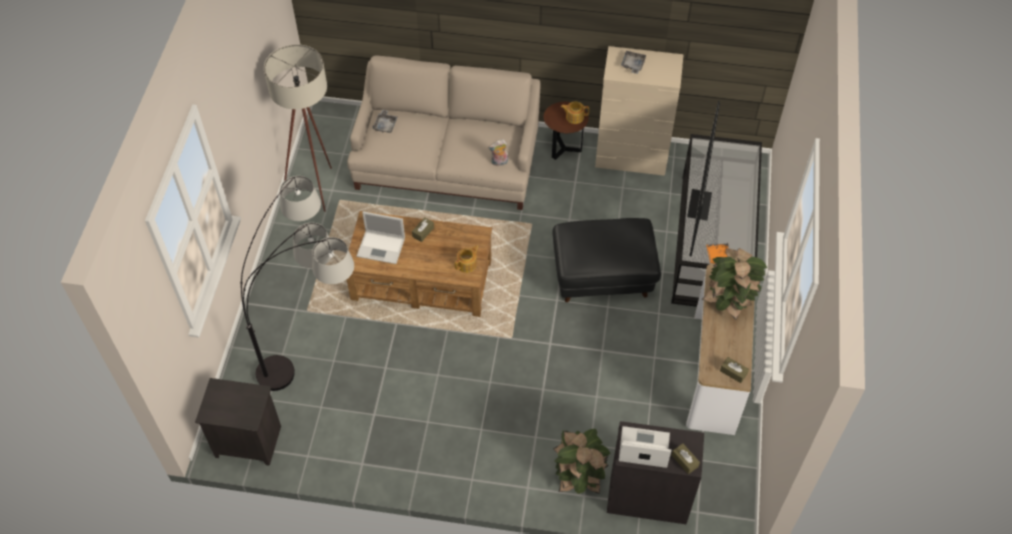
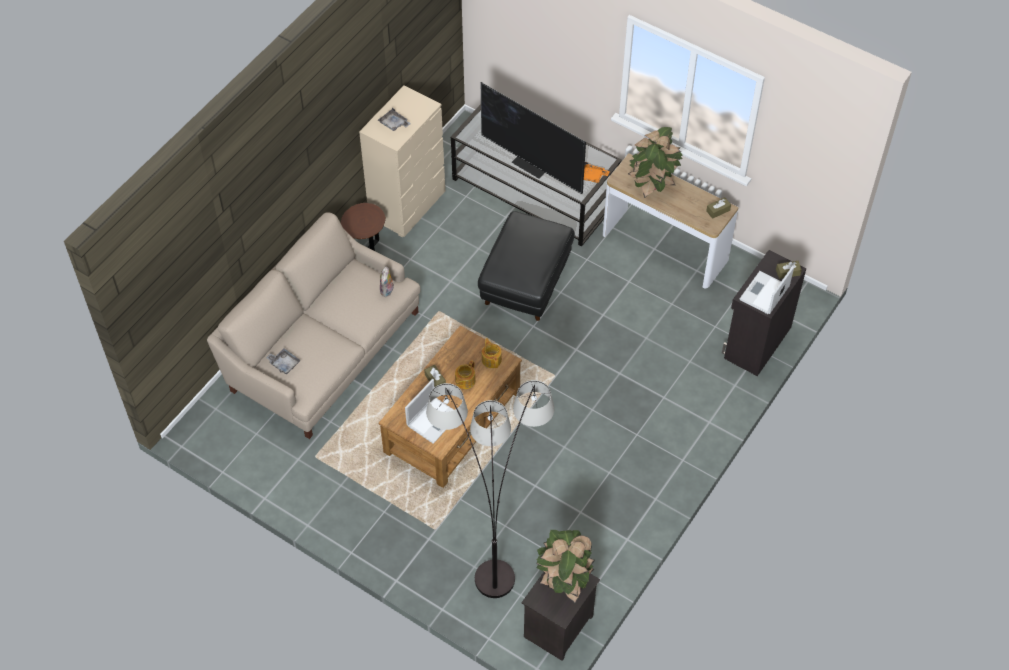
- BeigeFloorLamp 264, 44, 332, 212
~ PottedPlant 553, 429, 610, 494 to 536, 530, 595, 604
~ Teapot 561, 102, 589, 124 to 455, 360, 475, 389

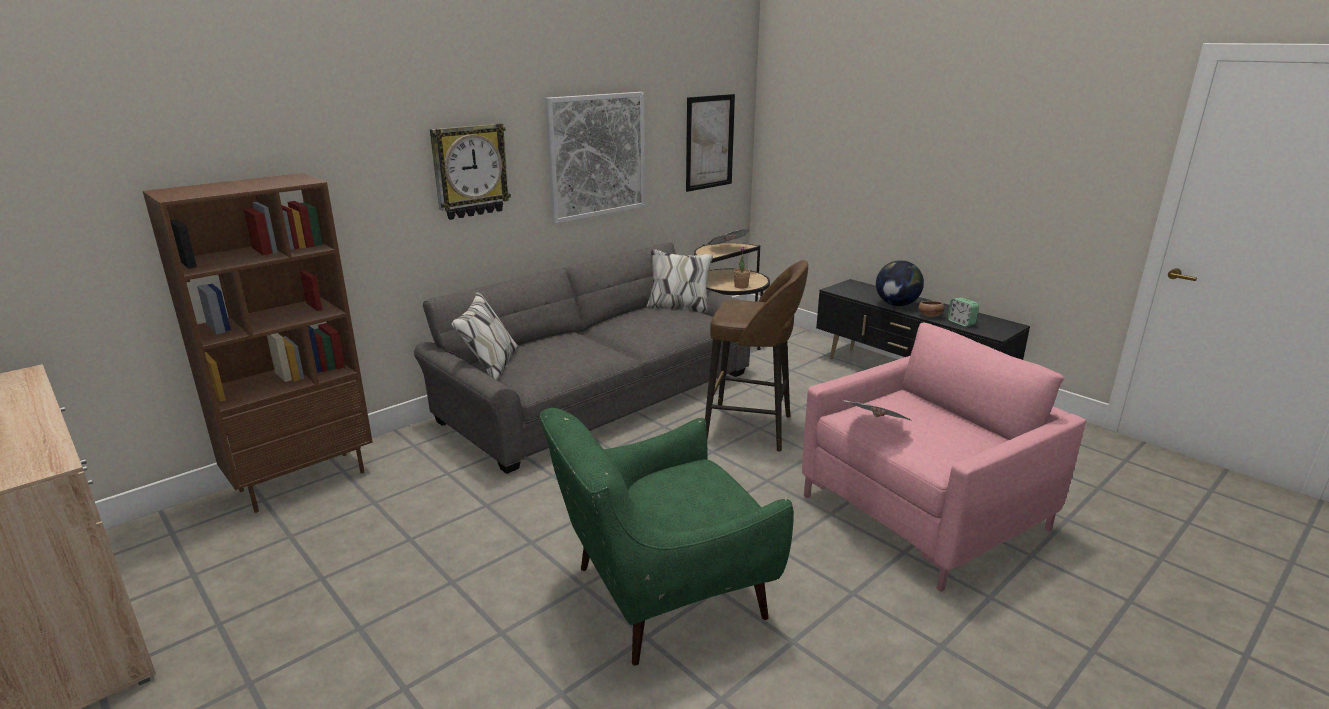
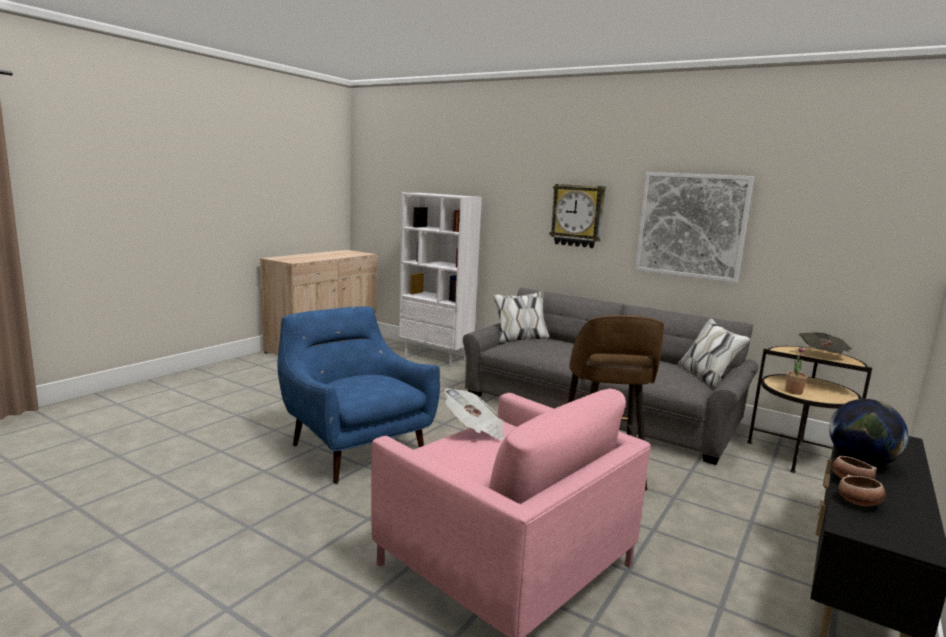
- Picture 686, 94, 735, 192
~ AlarmClock 948, 297, 979, 327 to Bowl 838, 475, 886, 506
~ BrownBookcase 143, 173, 373, 513 to WhiteBookcase 399, 193, 482, 366
~ GreenArmchair 540, 408, 794, 666 to BlueArmchair 277, 306, 440, 484

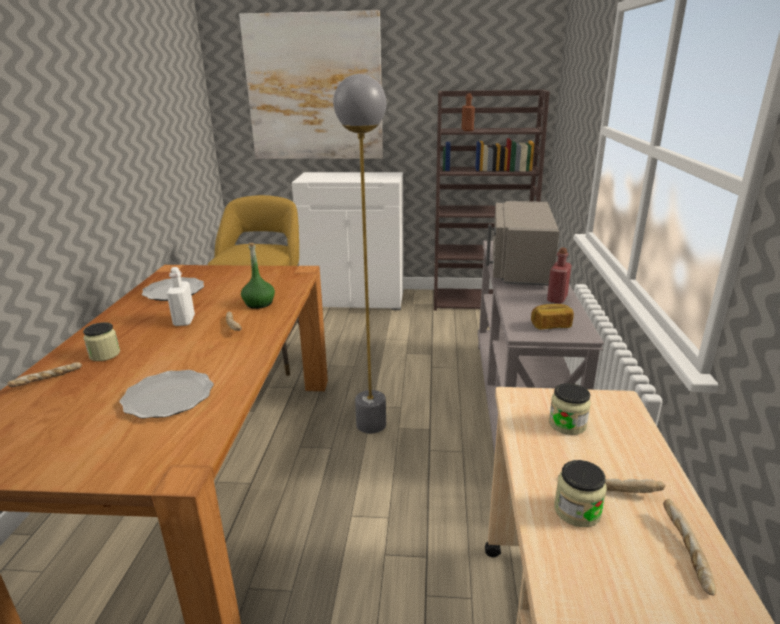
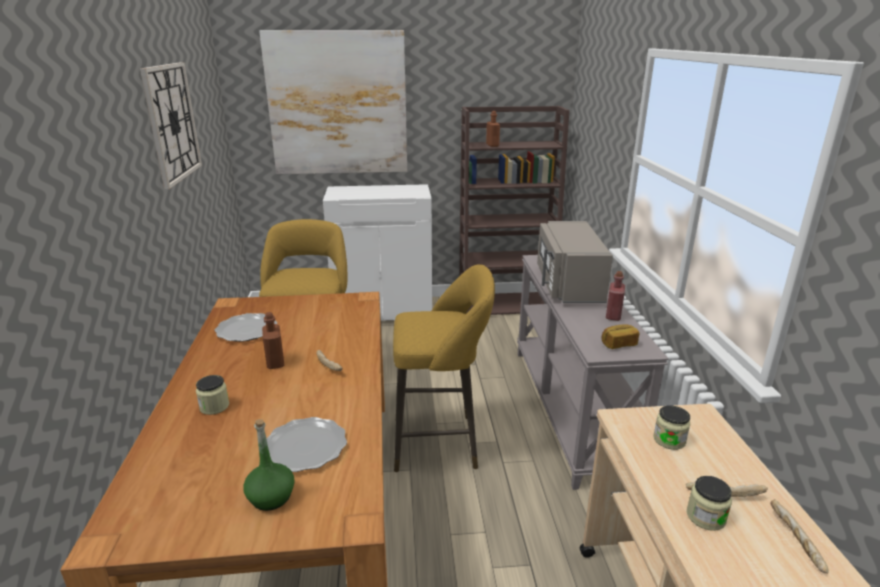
- Bread 7, 362, 82, 387
+ WallClock 140, 62, 202, 189
~ GreenBottle 241, 243, 275, 309 to 243, 419, 295, 511
~ GreyFloorLamp 333, 74, 386, 434 to YellowStool 393, 264, 495, 472
~ WhiteBottle 167, 267, 195, 326 to BrownBottle 262, 312, 284, 369

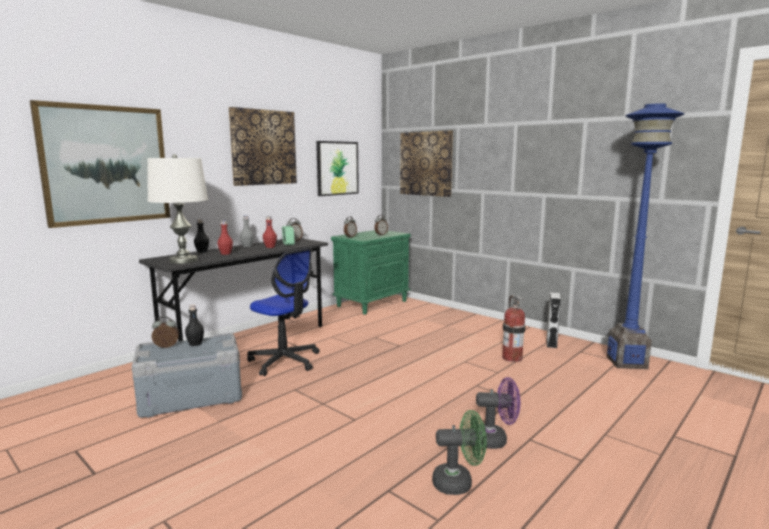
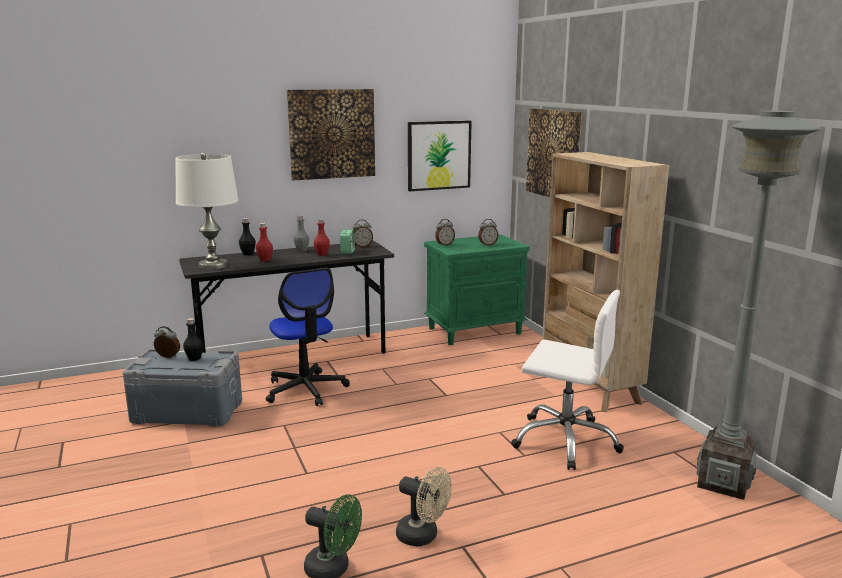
- Picture 30, 100, 170, 228
- GreySpeaker 546, 292, 561, 348
+ BeigeBookcase 542, 152, 669, 412
~ FireExtinguisher 502, 295, 525, 362 to WhiteOfficeChair 511, 290, 624, 470
~ PurpleFan 476, 377, 520, 449 to BeigeFan 396, 467, 451, 547
~ BlueFloorLamp 607, 103, 685, 369 to GreyFloorLamp 696, 111, 822, 500

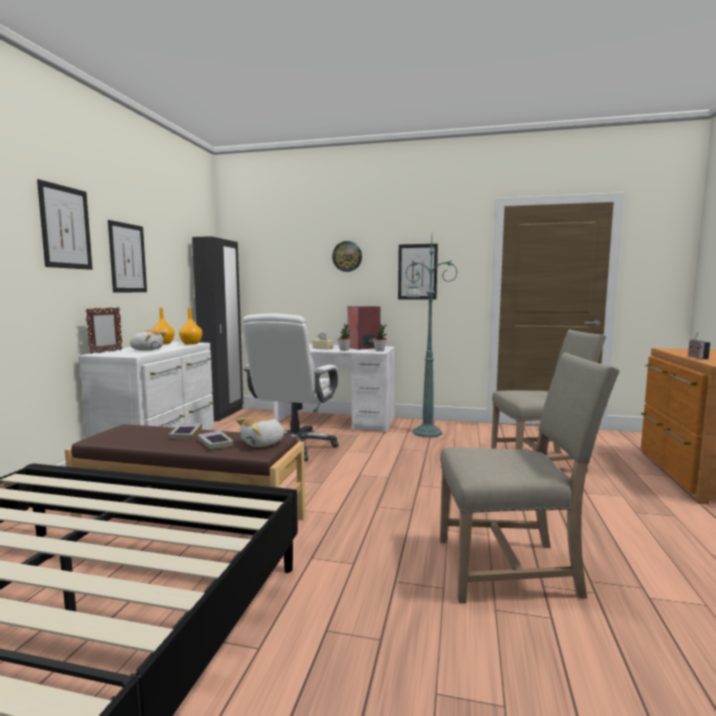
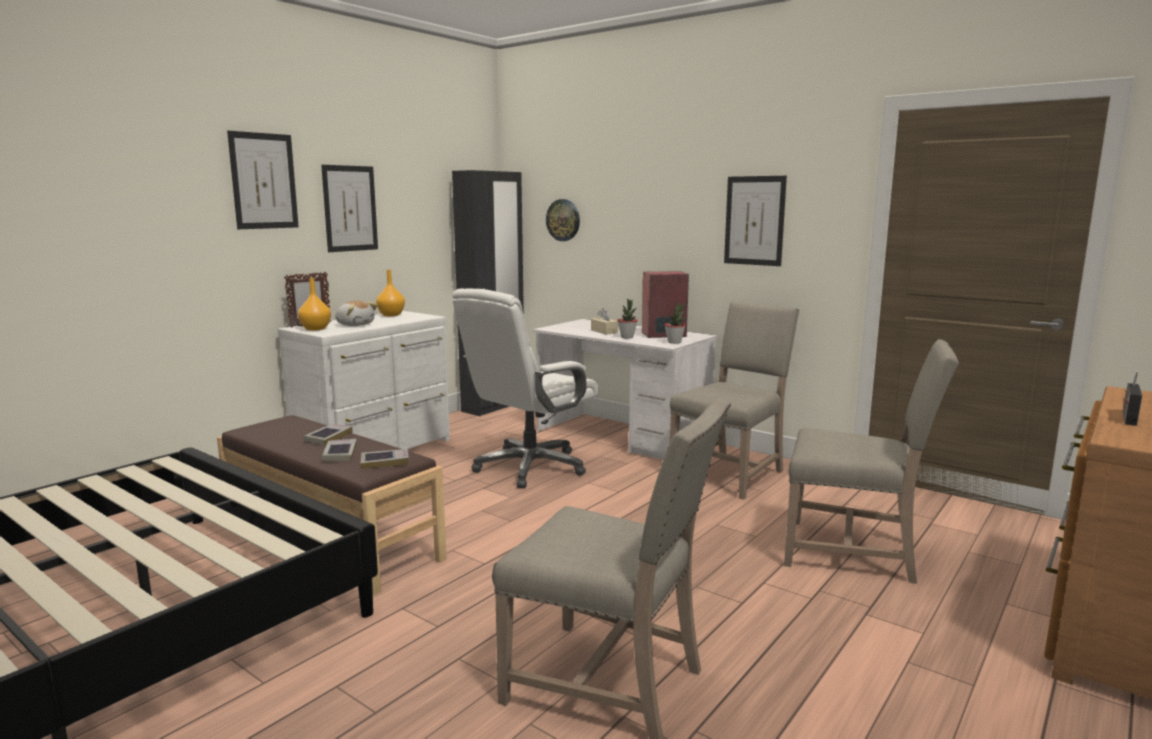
~ OrangeVase 179, 308, 202, 345 to 298, 278, 331, 331
~ WallClock 332, 241, 362, 272 to 546, 199, 580, 241
~ PlushToy 236, 416, 286, 447 to Book 361, 449, 409, 469
~ GreenFloorLamp 405, 239, 457, 437 to BeigeChair 670, 301, 799, 500

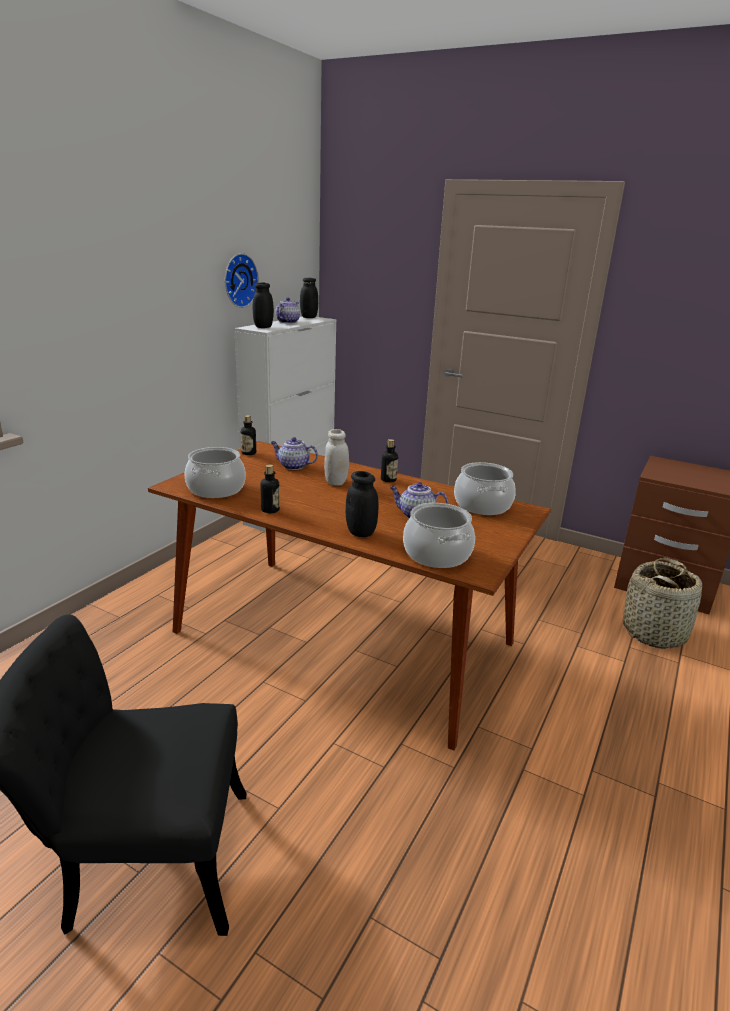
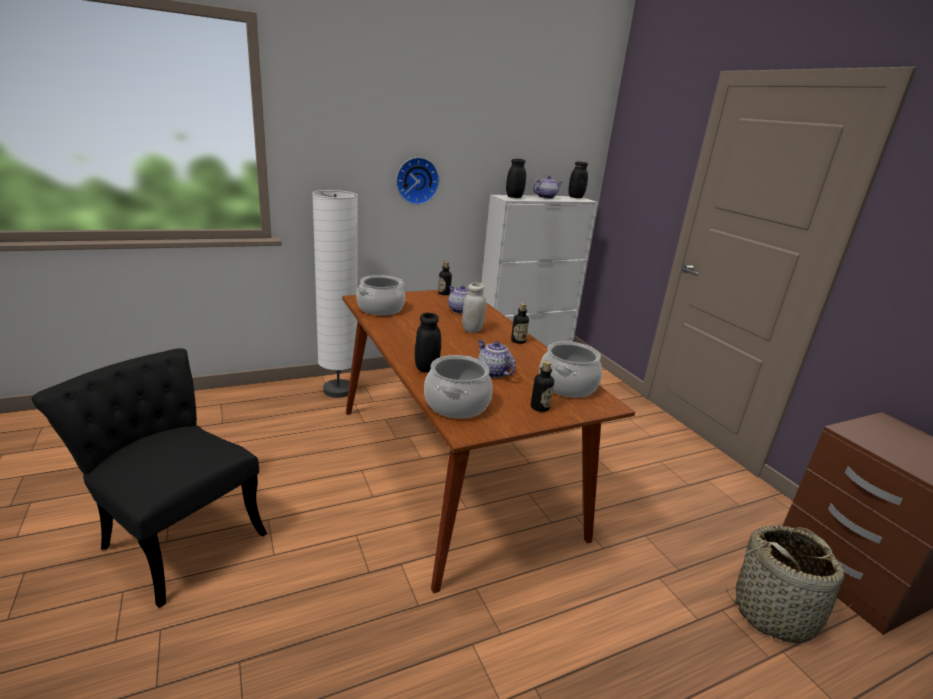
+ WhiteFloorLamp 312, 190, 358, 398
~ WallClock 225, 253, 259, 308 to 396, 157, 440, 205
~ Bottle 260, 464, 280, 513 to 531, 361, 554, 412

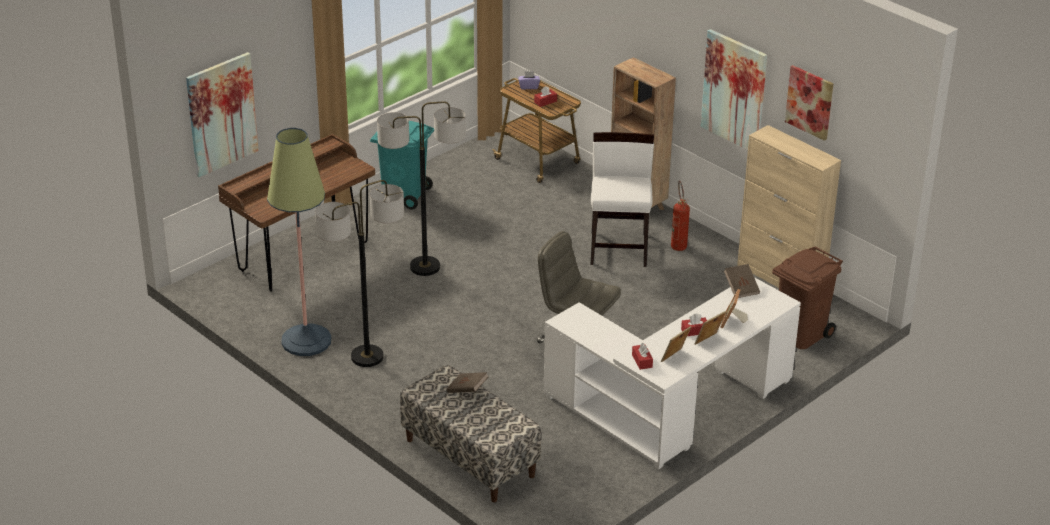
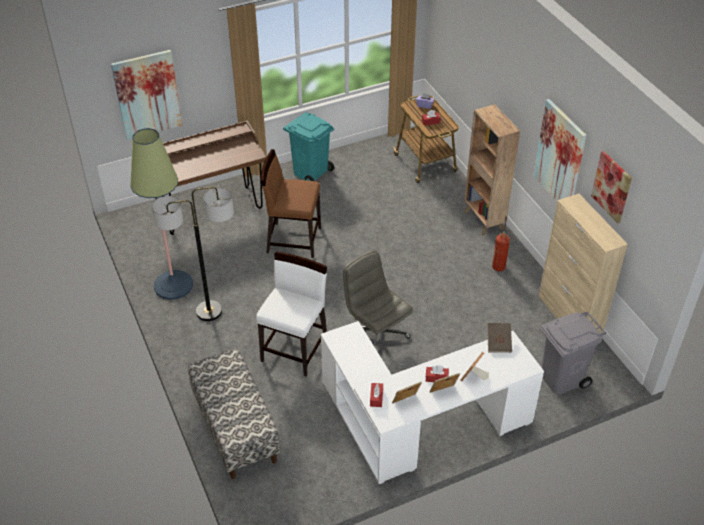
- BrownBook 446, 372, 489, 393
~ WhiteChair 590, 132, 654, 267 to 256, 252, 327, 376
~ FloorLamp 377, 101, 466, 276 to BrownChair 261, 149, 321, 258
~ BrownTrashCan 772, 247, 843, 349 to GreyTrashCan 540, 312, 606, 394

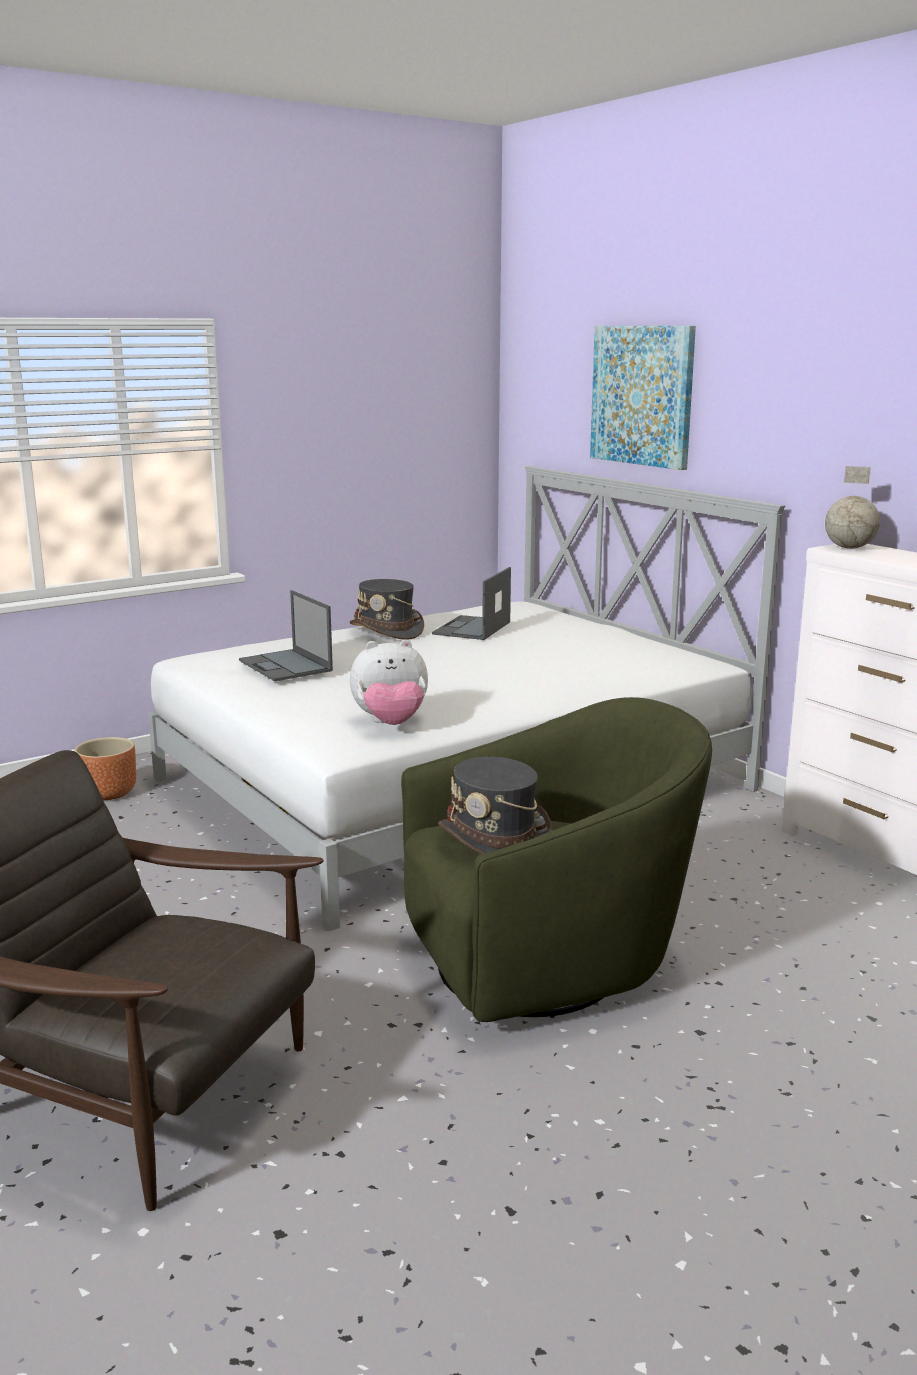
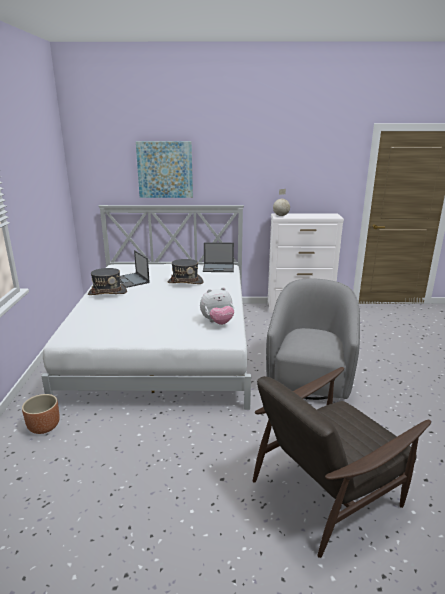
~ Laptop 239, 590, 333, 681 to 203, 242, 234, 272
~ GreyHat 438, 757, 552, 854 to 168, 259, 203, 284
~ GreenArmchair 401, 697, 712, 1022 to GreyArmchair 266, 278, 360, 400
~ PlushToy 350, 639, 428, 725 = 200, 287, 234, 325 45 degrees clockwise

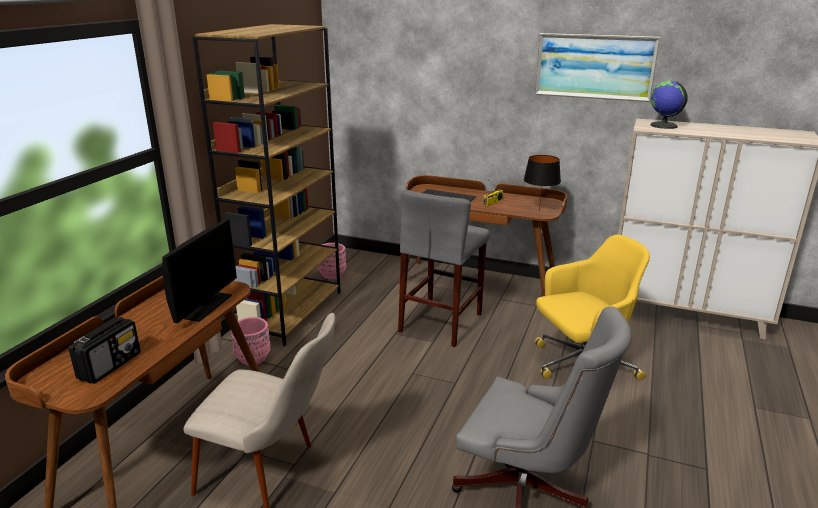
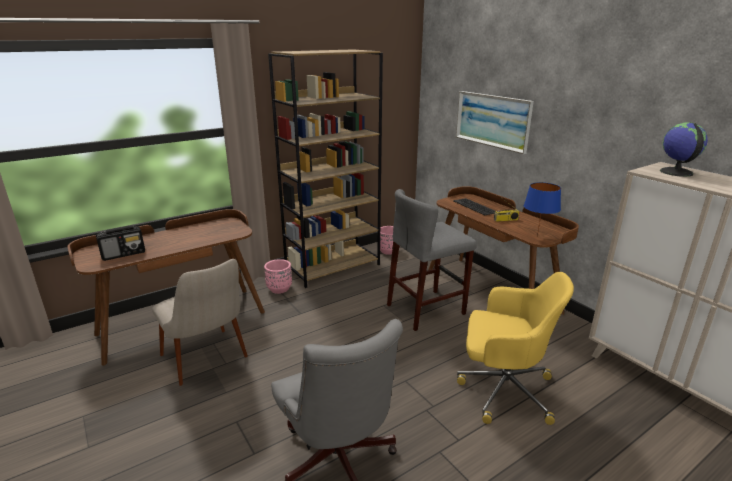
- Monitor 163, 219, 237, 323
~ Picture 535, 33, 661, 102 to 456, 91, 534, 154
~ BlackTableLamp 524, 155, 561, 212 to BlueTableLamp 524, 182, 561, 237

